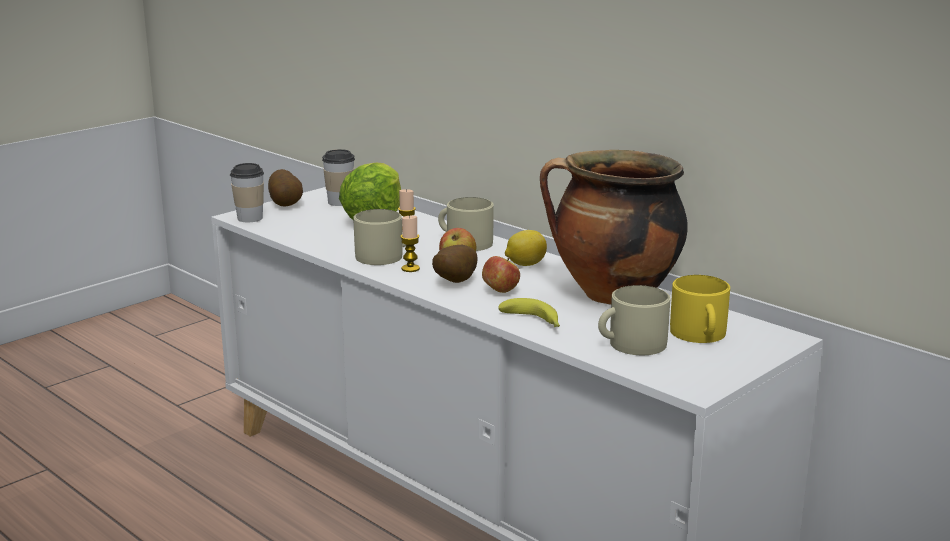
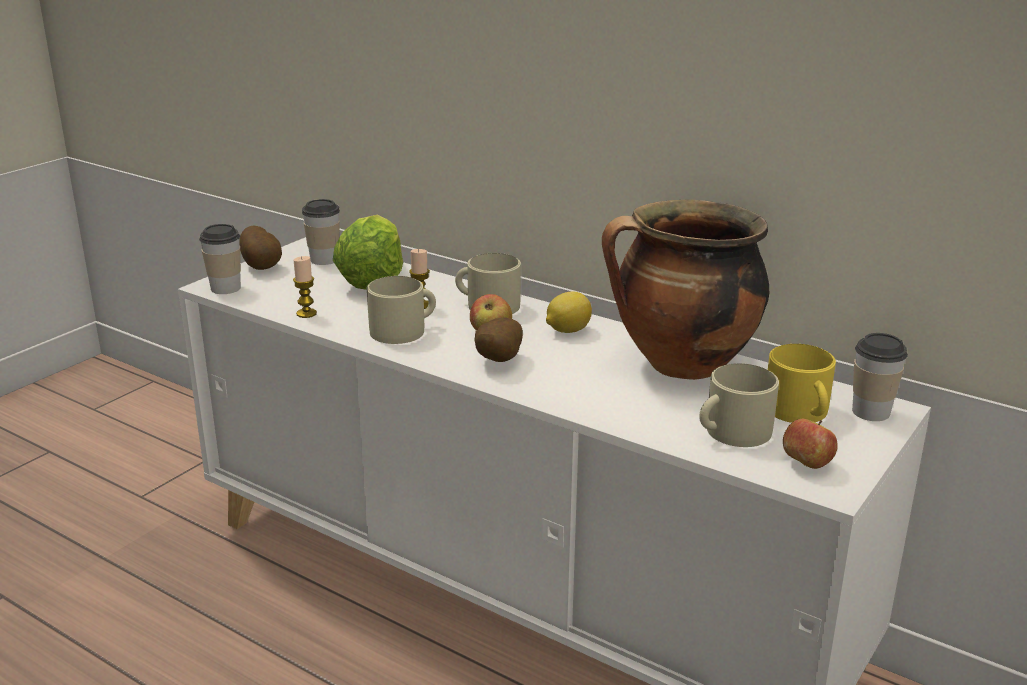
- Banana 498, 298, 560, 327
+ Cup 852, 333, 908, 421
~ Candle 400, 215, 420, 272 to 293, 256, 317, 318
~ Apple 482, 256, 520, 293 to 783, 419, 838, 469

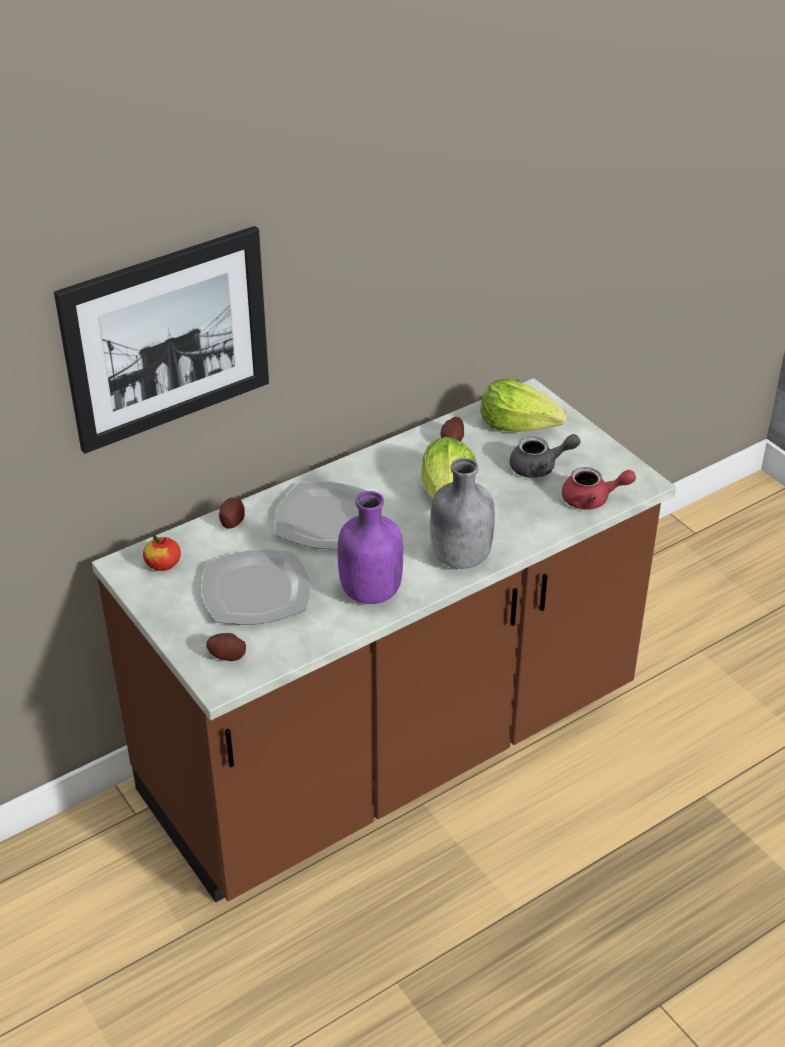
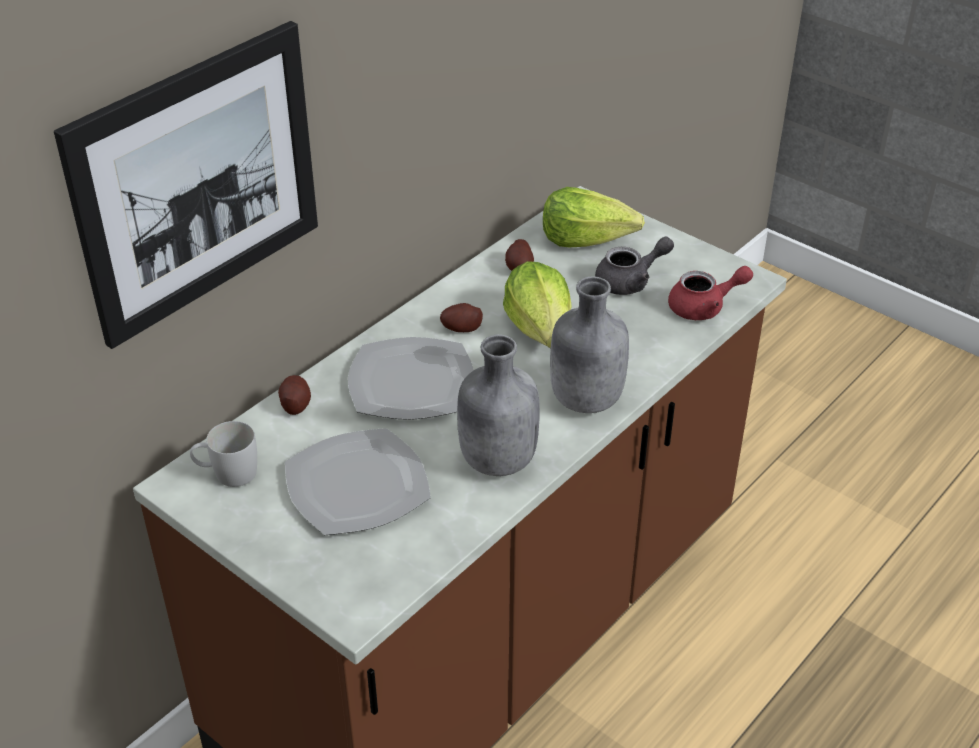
~ Potato 206, 633, 246, 661 to 440, 303, 483, 332
~ Apple 143, 534, 181, 571 to WhiteMug 190, 421, 257, 487
~ PurpleBottle 338, 491, 403, 604 to GreyBottle 457, 335, 540, 476

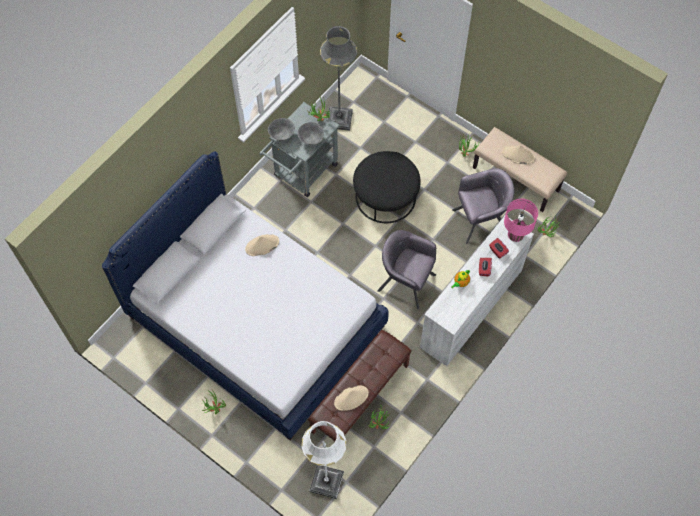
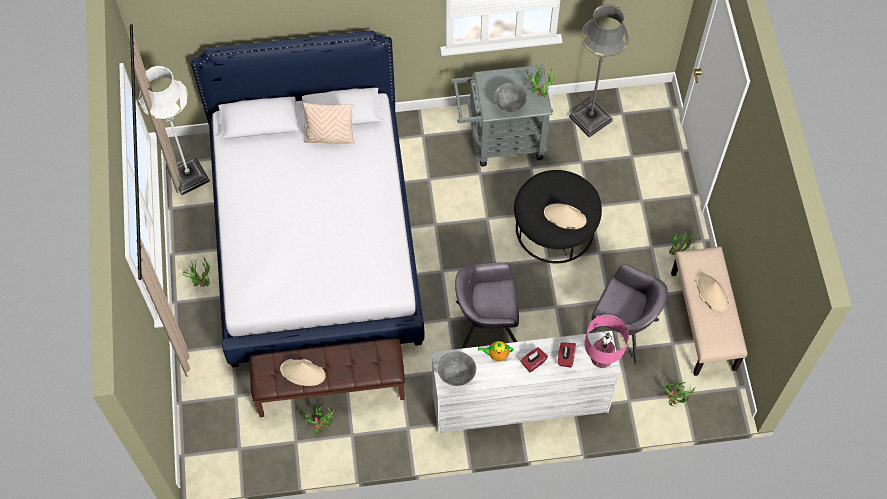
+ BeigePillow 303, 102, 355, 144
~ BeigeHat 245, 234, 279, 256 to 544, 203, 587, 229
~ GreyBowl 268, 118, 295, 141 to 438, 352, 476, 386
~ WhiteFloorLamp 301, 421, 346, 499 to 138, 66, 210, 195
~ GreyArmchair 377, 230, 436, 309 = 455, 262, 519, 349 75 degrees counterclockwise

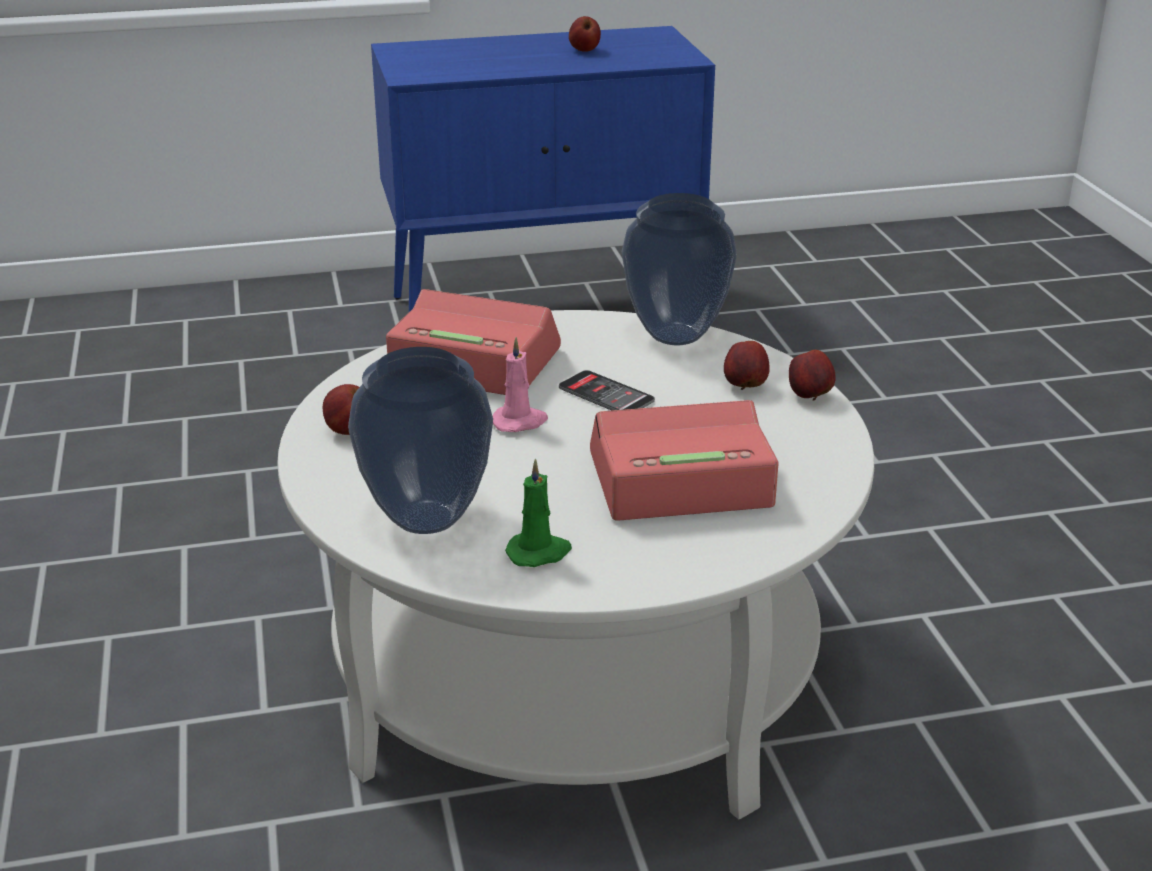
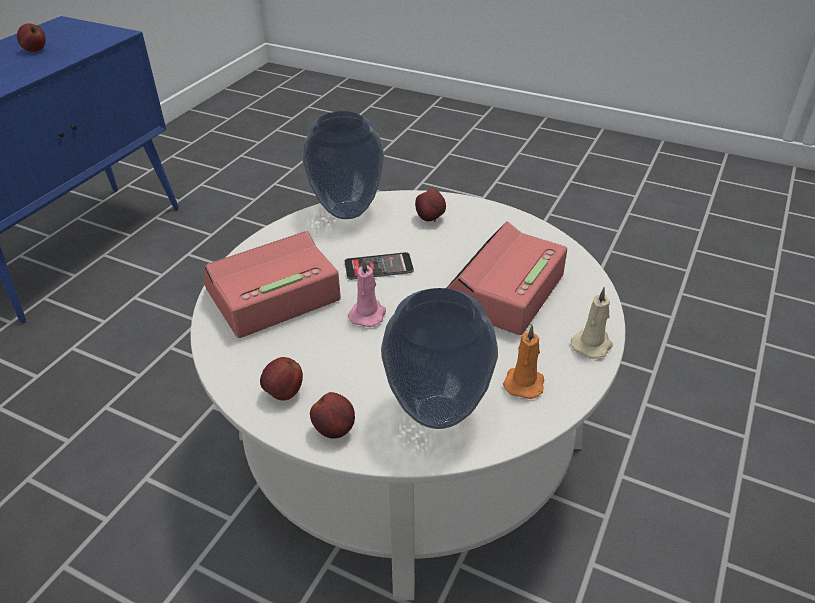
+ BeigeCandle 571, 287, 613, 359
~ Apple 789, 350, 836, 401 to 310, 392, 355, 439
~ GreenCandle 505, 459, 572, 567 to OrangeCandle 503, 325, 544, 399

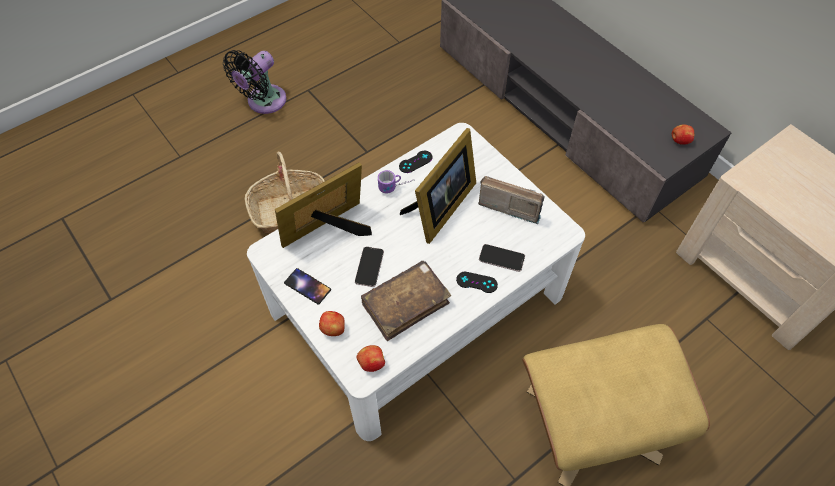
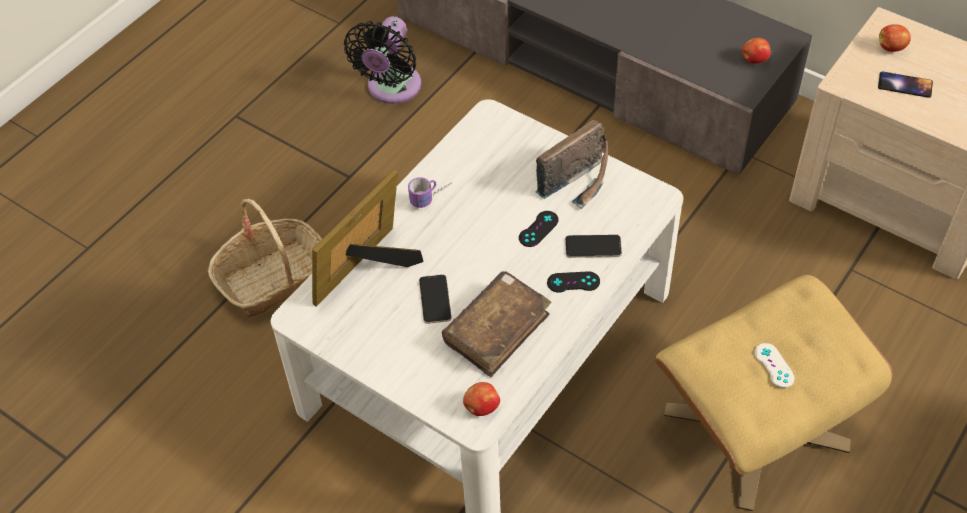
- PictureFrame 400, 128, 476, 244
+ WhiteGameController 754, 343, 795, 388
~ BlackFan 223, 50, 287, 114 to 344, 16, 421, 104
~ Phone 284, 268, 331, 304 to 878, 71, 933, 98
~ Apple 319, 311, 345, 336 to 879, 24, 911, 52
~ BlackGameController 399, 151, 433, 173 to 519, 211, 559, 247
~ Radio 478, 176, 544, 224 = 535, 120, 608, 209 135 degrees clockwise

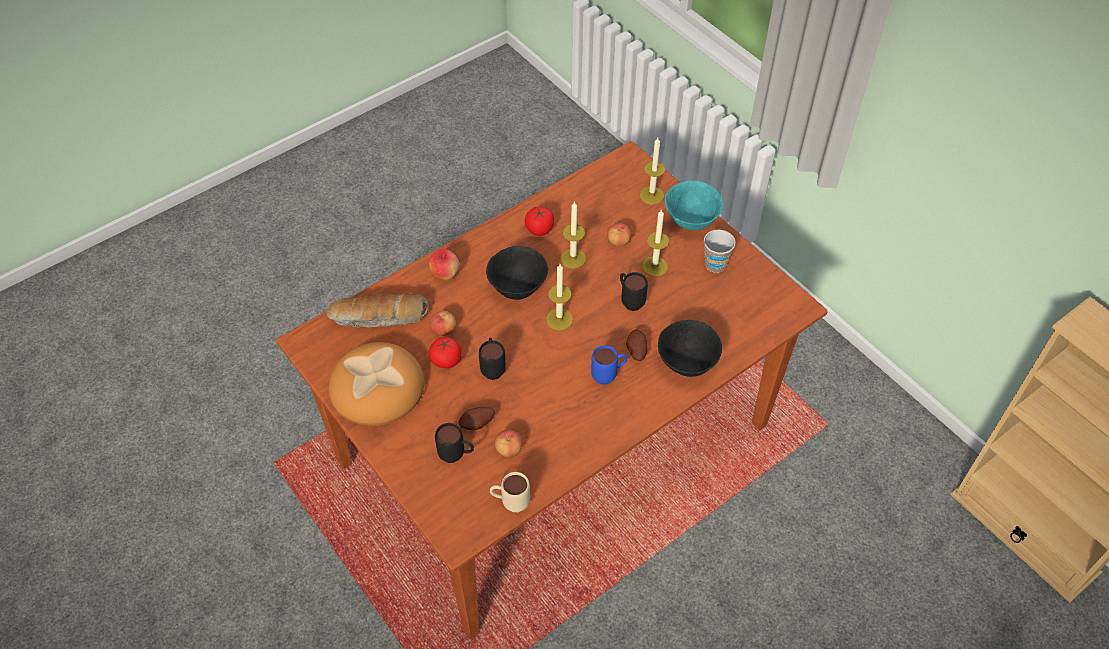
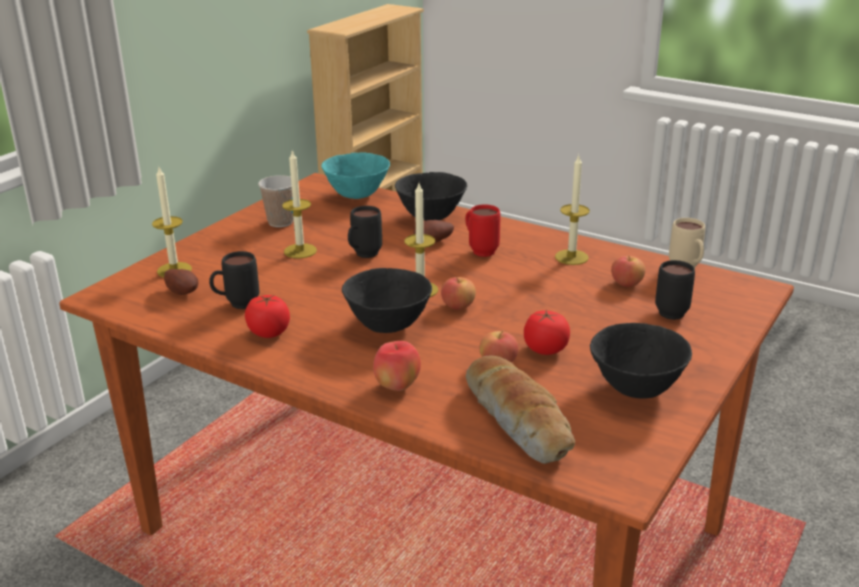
~ Potato 459, 407, 495, 430 to 164, 269, 199, 295
~ BlackMug 479, 338, 506, 380 to 209, 251, 259, 309
~ Candle 560, 201, 586, 269 to 555, 154, 590, 265
~ Apple 607, 223, 631, 247 to 441, 277, 476, 310
~ TurquoiseBowl 665, 181, 723, 230 to 321, 152, 390, 199
~ Bread 329, 342, 424, 426 to BlackBowl 590, 323, 692, 399
~ BlueMug 591, 345, 627, 385 to RedMug 465, 204, 500, 257

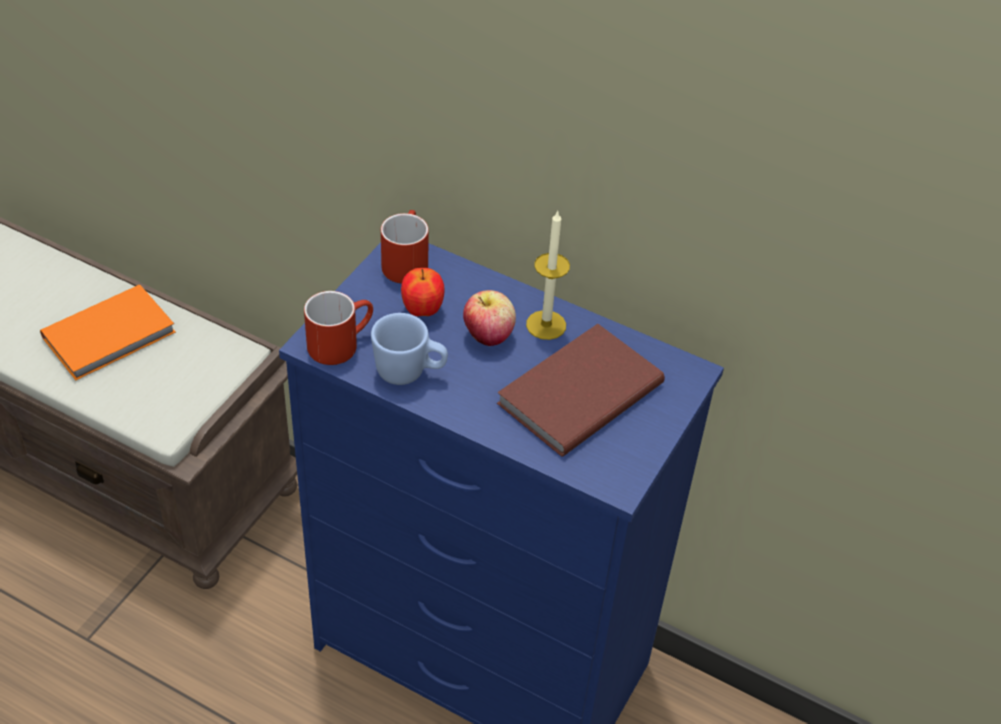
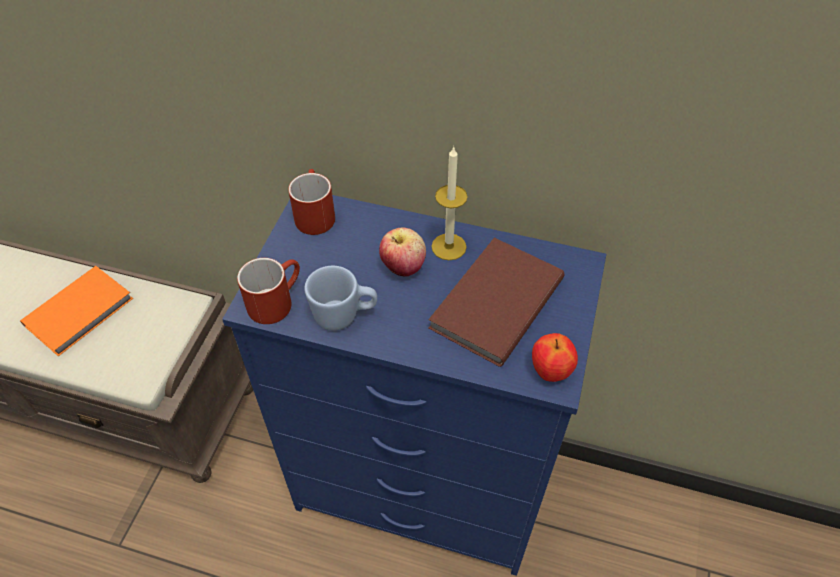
~ Apple 401, 268, 445, 316 to 532, 333, 578, 382

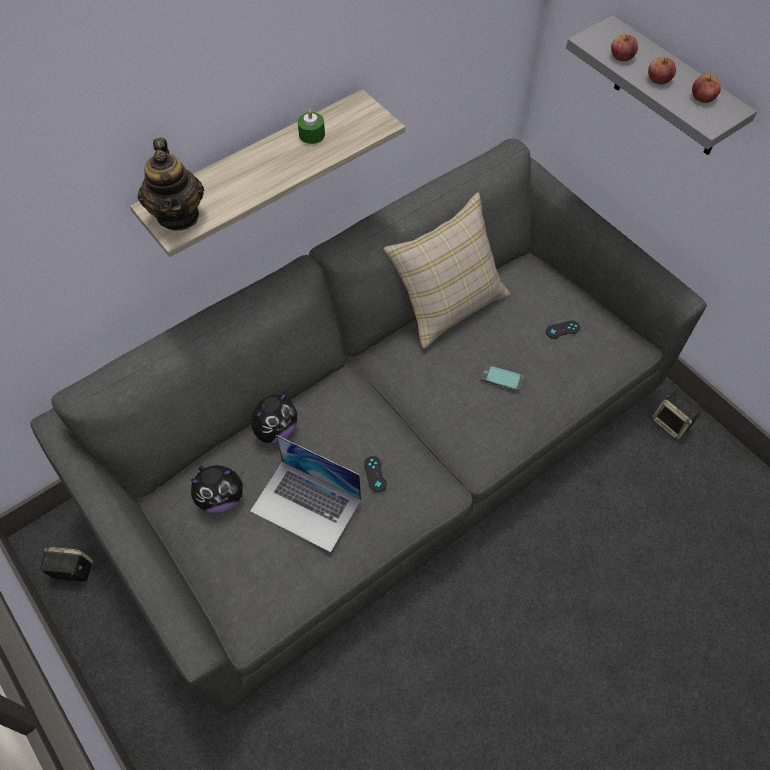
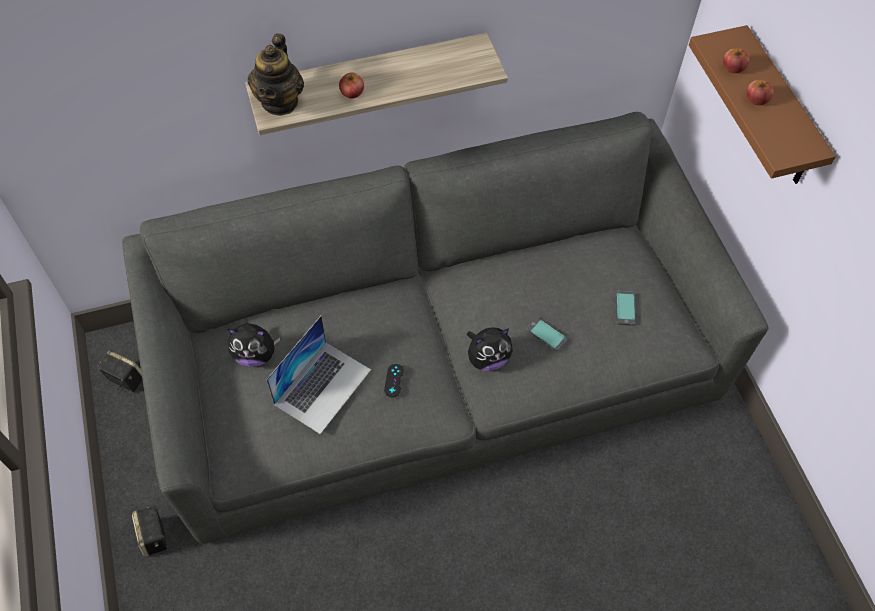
- GreenCandle 298, 109, 325, 144
- BeigePillow 384, 192, 510, 349
~ PlushToy 252, 391, 297, 443 to 467, 327, 513, 371
~ Speaker 652, 392, 701, 440 to 132, 506, 169, 557
~ Apple 692, 74, 721, 103 to 339, 72, 364, 98
~ BlackGameController 546, 321, 580, 339 to Phone 616, 291, 636, 326
~ GreyShelf 566, 15, 757, 155 to BrownShelf 689, 25, 836, 184
~ Laptop 250, 435, 361, 552 = 266, 316, 371, 434 105 degrees counterclockwise

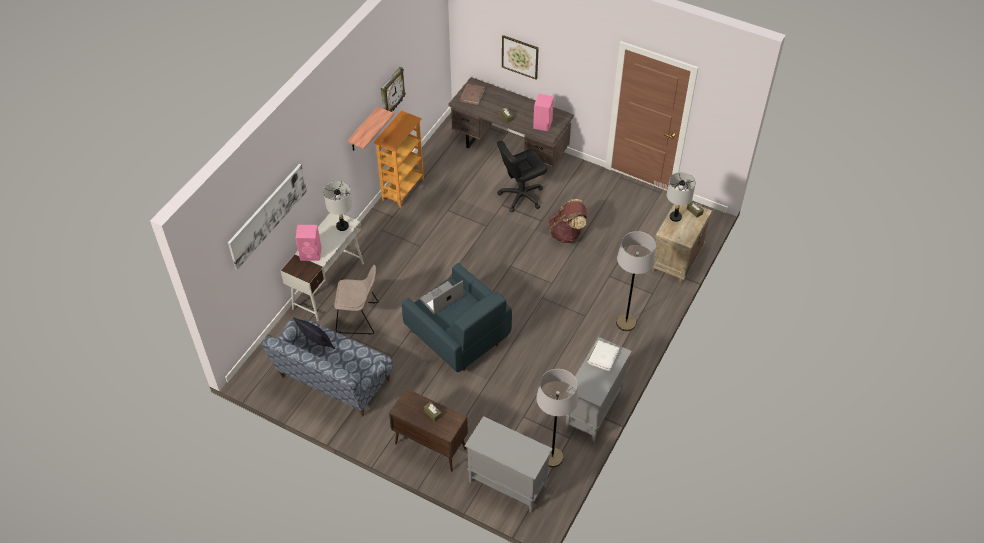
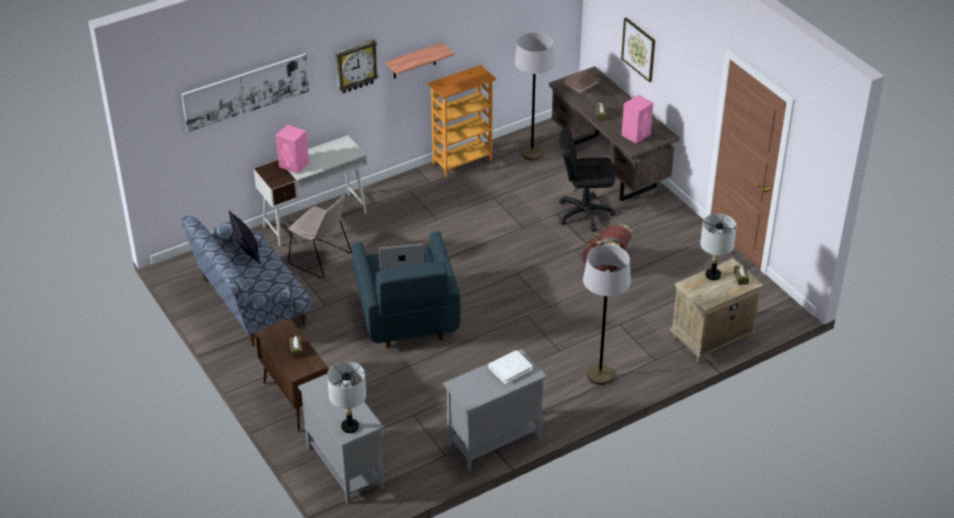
~ GreyTableLamp 324, 181, 352, 231 to 327, 361, 366, 433
~ WallClock 381, 67, 406, 112 to 335, 39, 379, 94
~ GreyFloorLamp 536, 369, 578, 468 to 514, 32, 555, 160

